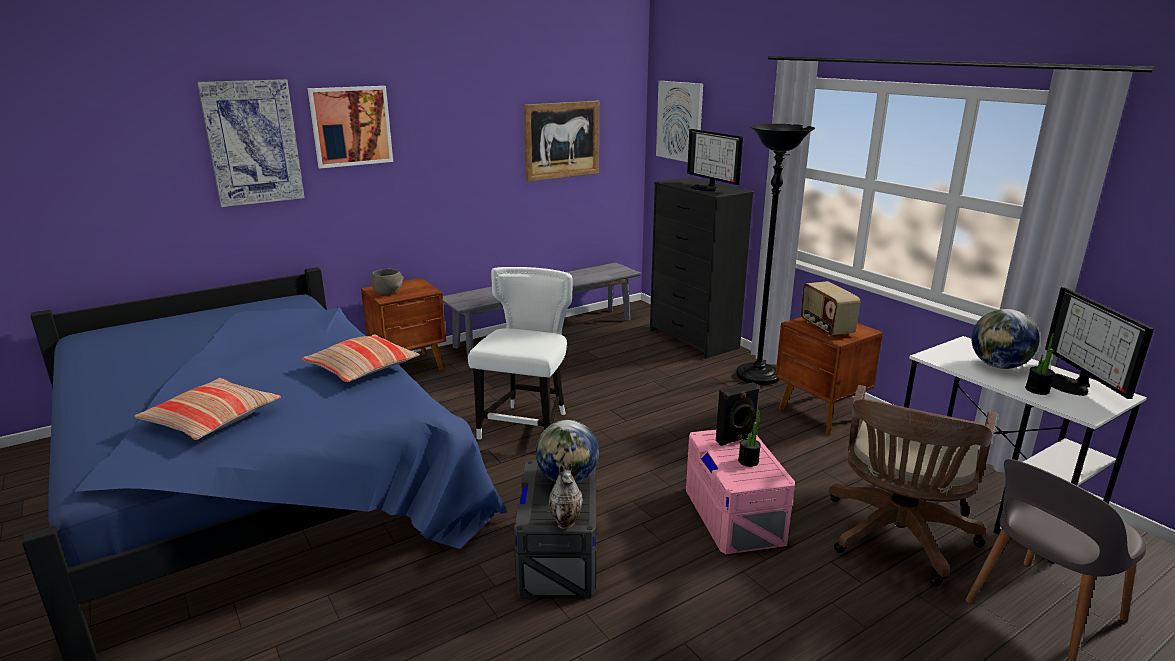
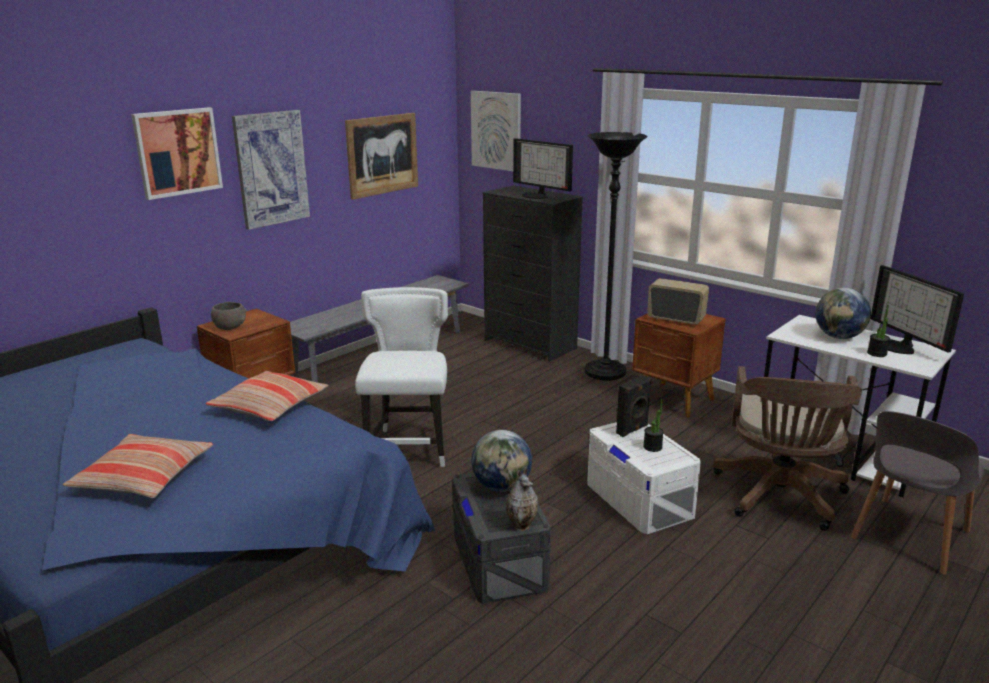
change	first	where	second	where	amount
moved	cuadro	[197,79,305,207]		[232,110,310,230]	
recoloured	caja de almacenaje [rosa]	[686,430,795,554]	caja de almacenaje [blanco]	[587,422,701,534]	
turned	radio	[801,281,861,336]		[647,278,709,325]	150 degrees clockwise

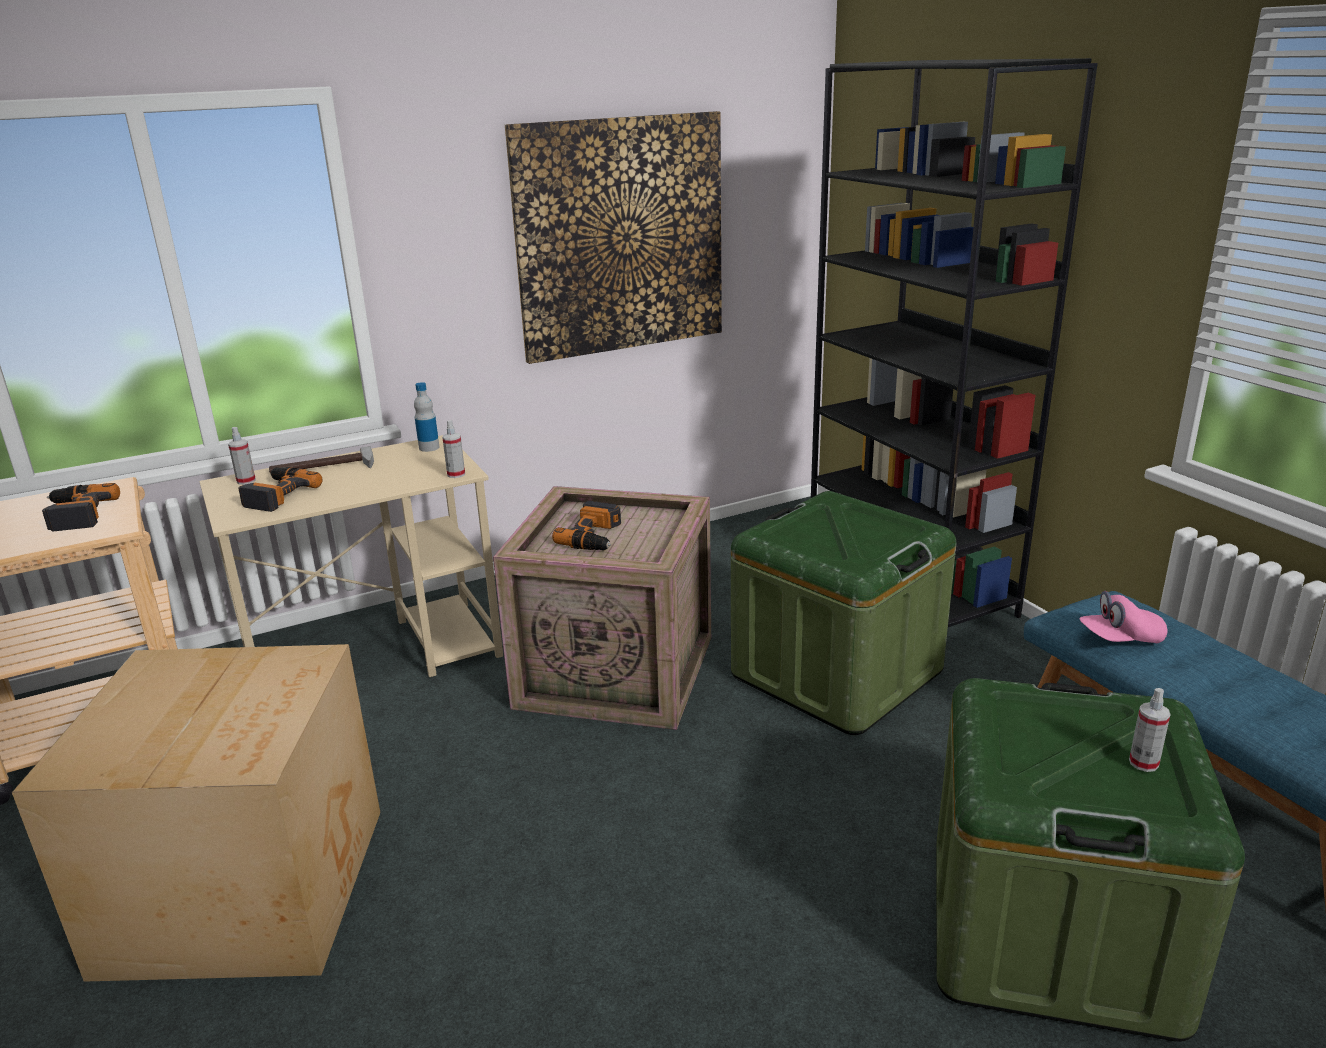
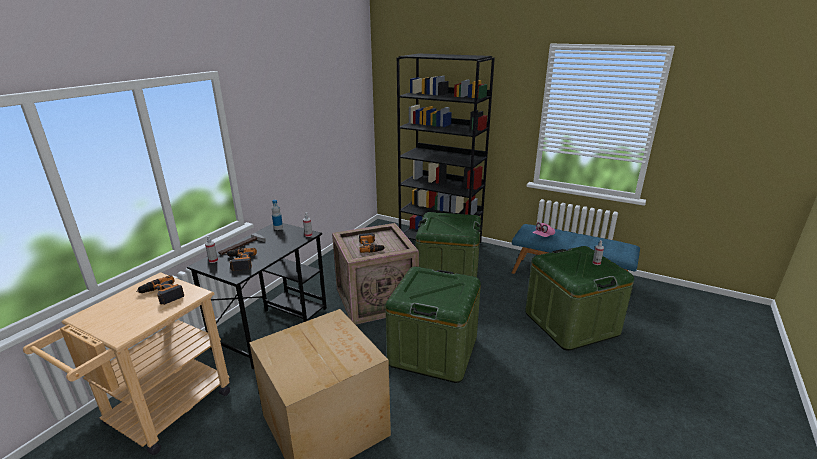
change	first	where	second	where	amount
recoloured	escritorio [beis]	[199,435,503,677]	escritorio [negro]	[187,223,327,369]	
added			caja de almacenaje [verde]	[385,266,481,383]	
removed	cuadro	[505,111,722,364]			

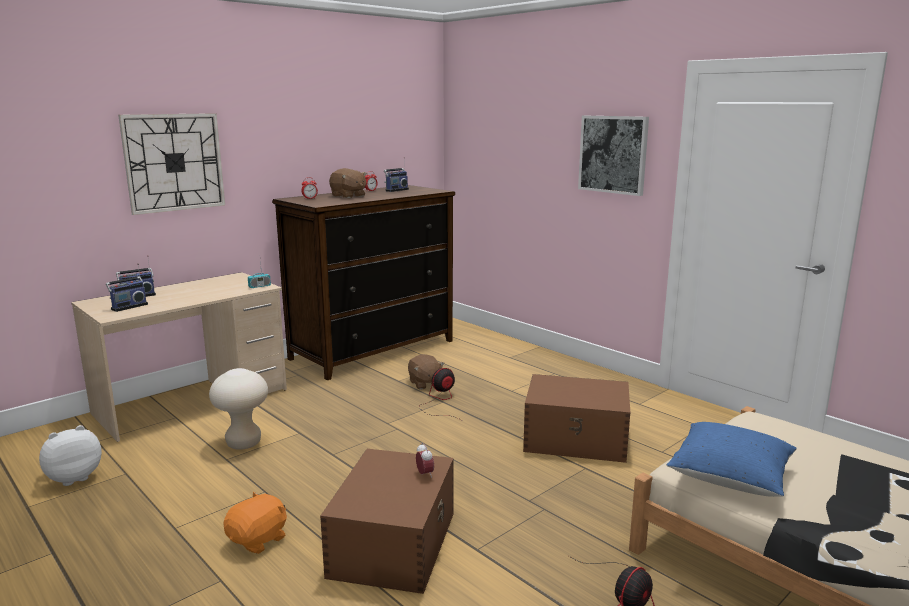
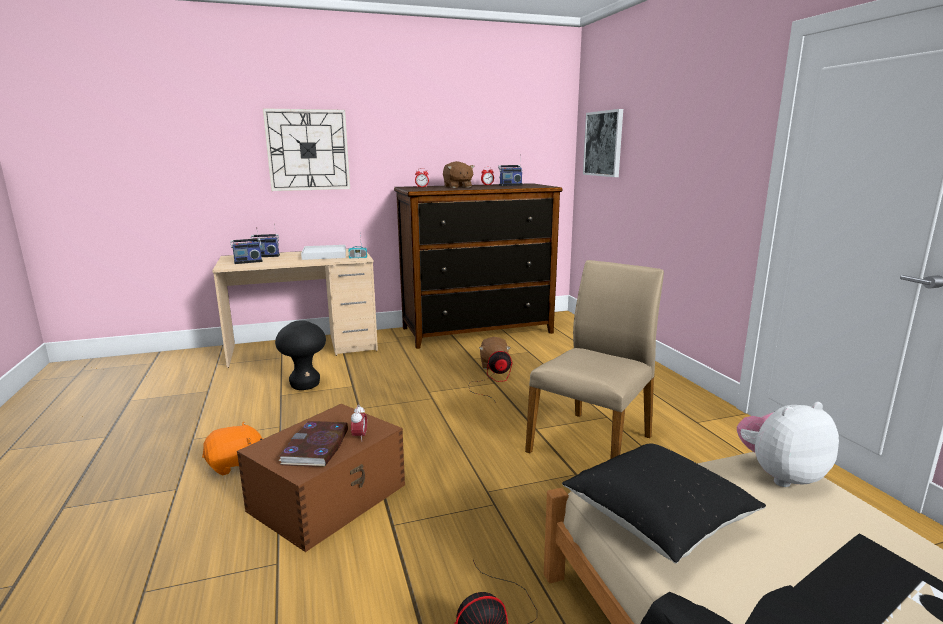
change	first	where	second	where	amount
recoloured	taburete [beis]	[209,368,268,450]	taburete [negro]	[275,320,326,390]	
added			libro	[279,421,348,467]	
added			bandeja [blanco]	[301,245,346,260]	
replaced	caja de almacenaje [marrón]	[523,374,630,463]	silla [beis]	[525,260,664,459]	
recoloured	cojín [azul]	[667,422,797,497]	cojín [negro]	[562,444,766,563]	
moved	cuadro	[578,116,649,196]		[583,109,623,177]	
moved	peluche	[39,425,102,486]		[737,402,839,487]	

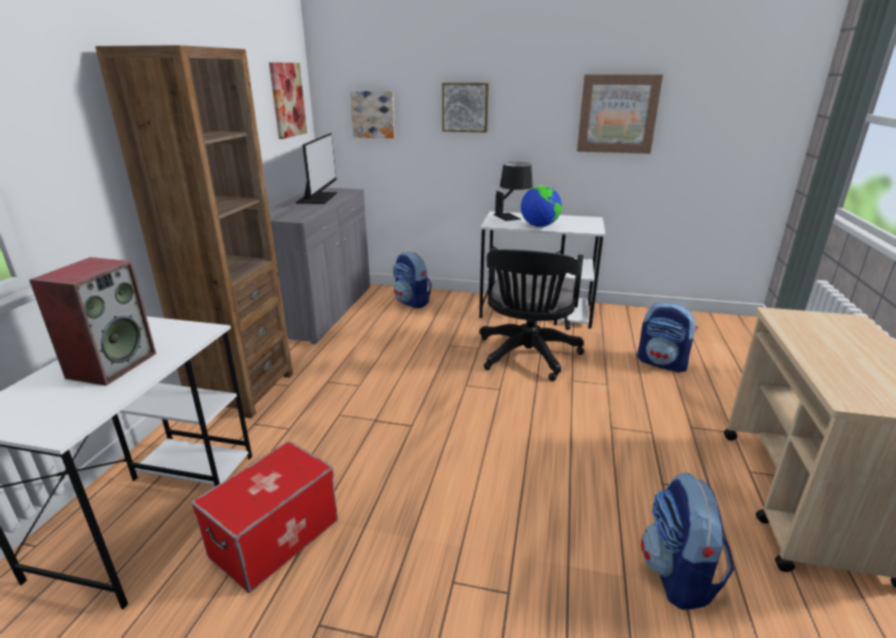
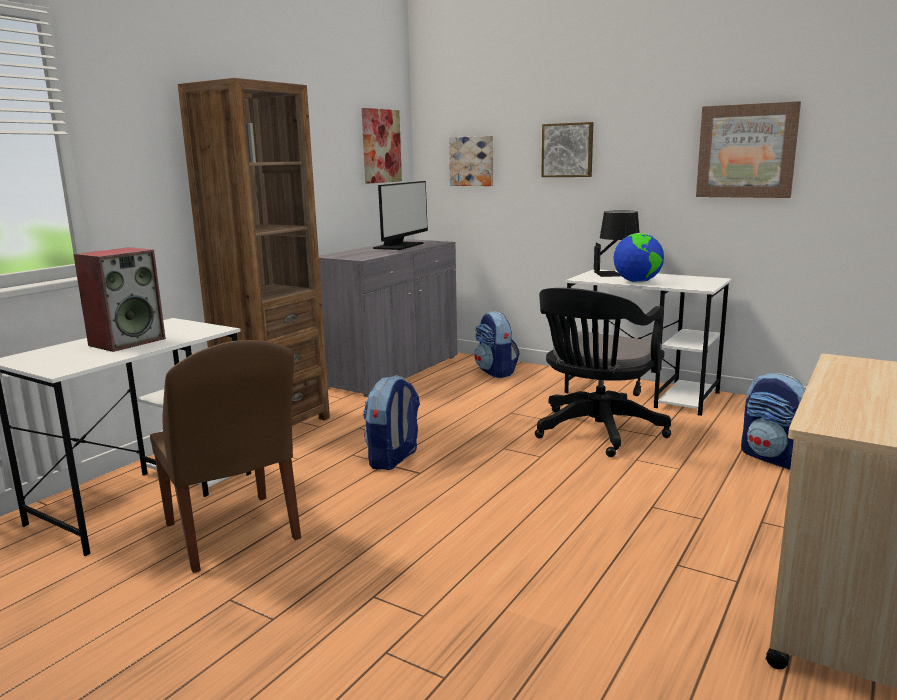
change	first	where	second	where	amount
replaced	caja de almacenaje	[191,441,338,593]	silla [marrón]	[150,340,301,573]	
moved	mochila	[641,473,734,610]		[363,375,420,470]	

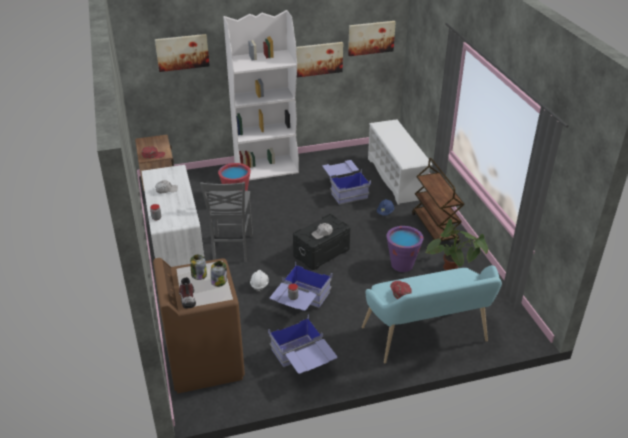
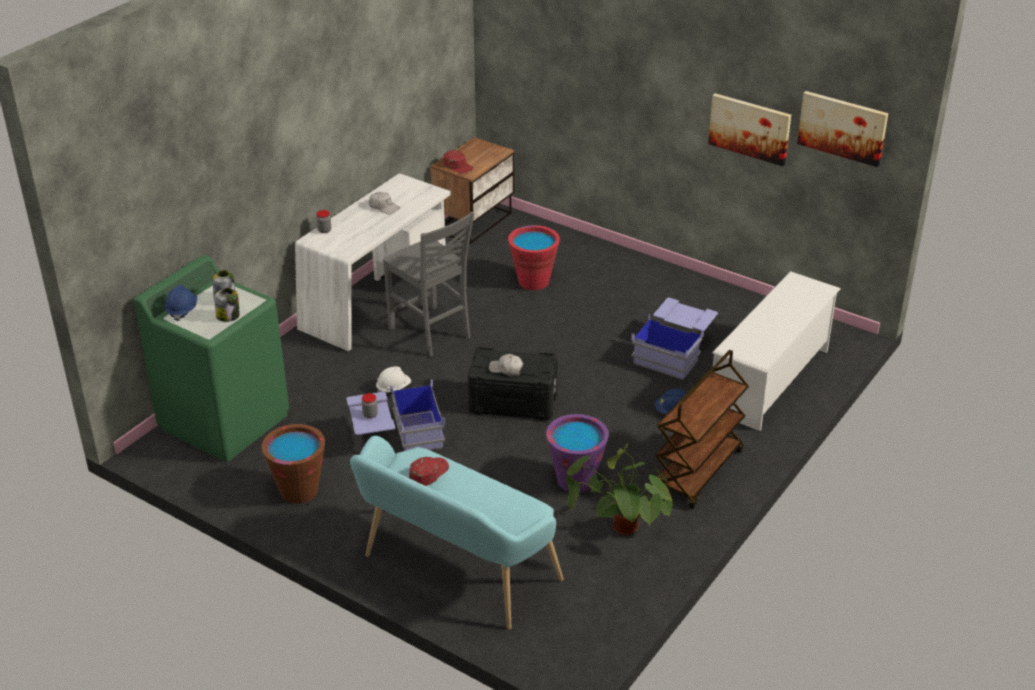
change	first	where	second	where	amount
recoloured	lavadora [marrón]	[153,258,245,394]	lavadora [verde]	[134,255,289,462]	
replaced	bota	[179,277,196,309]	casco [azul]	[165,285,197,321]	
replaced	caja de almacenaje [azul]	[268,314,337,374]	cubo [marrón]	[262,424,325,504]	
turned	silla [gris]	[200,182,253,262]		[383,212,474,357]	90 degrees counterclockwise
removed	cuadro	[155,34,210,72]			
removed	estantería [blanco]	[223,10,299,181]			

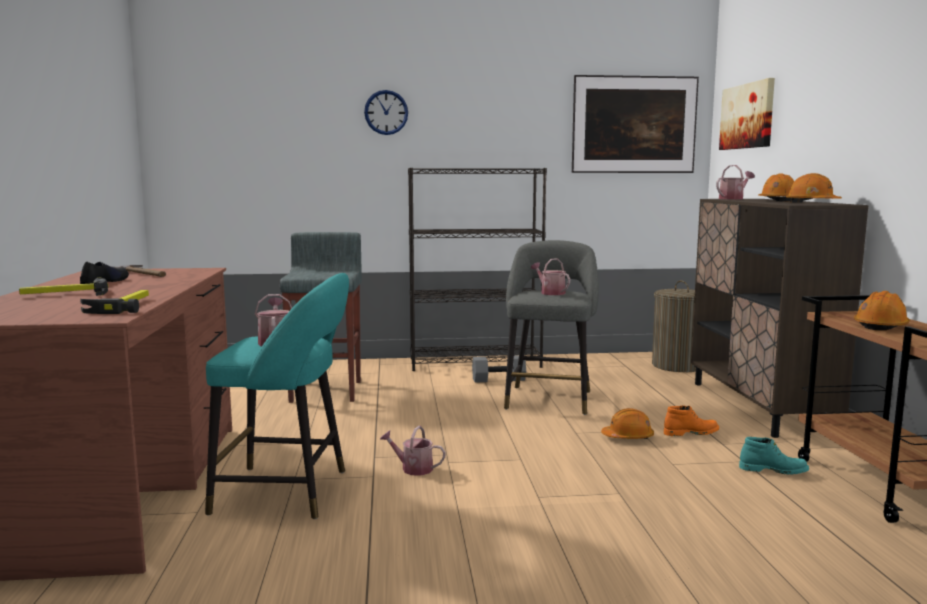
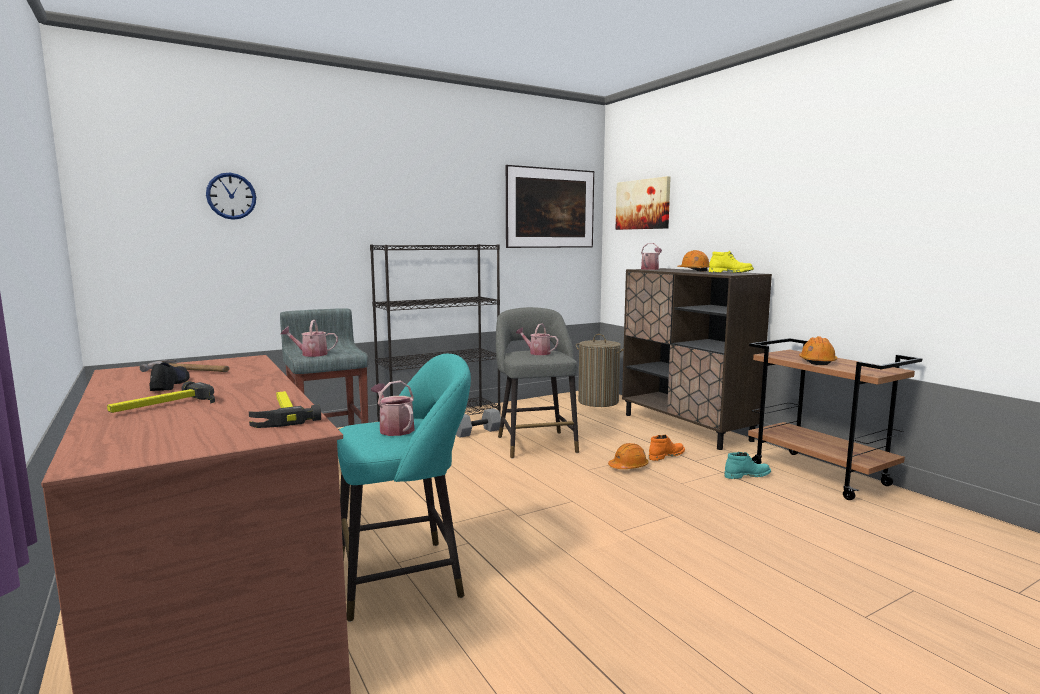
change	first	where	second	where	amount
moved	reloj de pared	[364,90,408,135]		[206,172,256,220]	
moved	regadera	[380,426,446,475]		[281,320,338,357]	
replaced	casco [naranja]	[786,173,842,203]	bota [amarillo]	[709,251,754,273]	

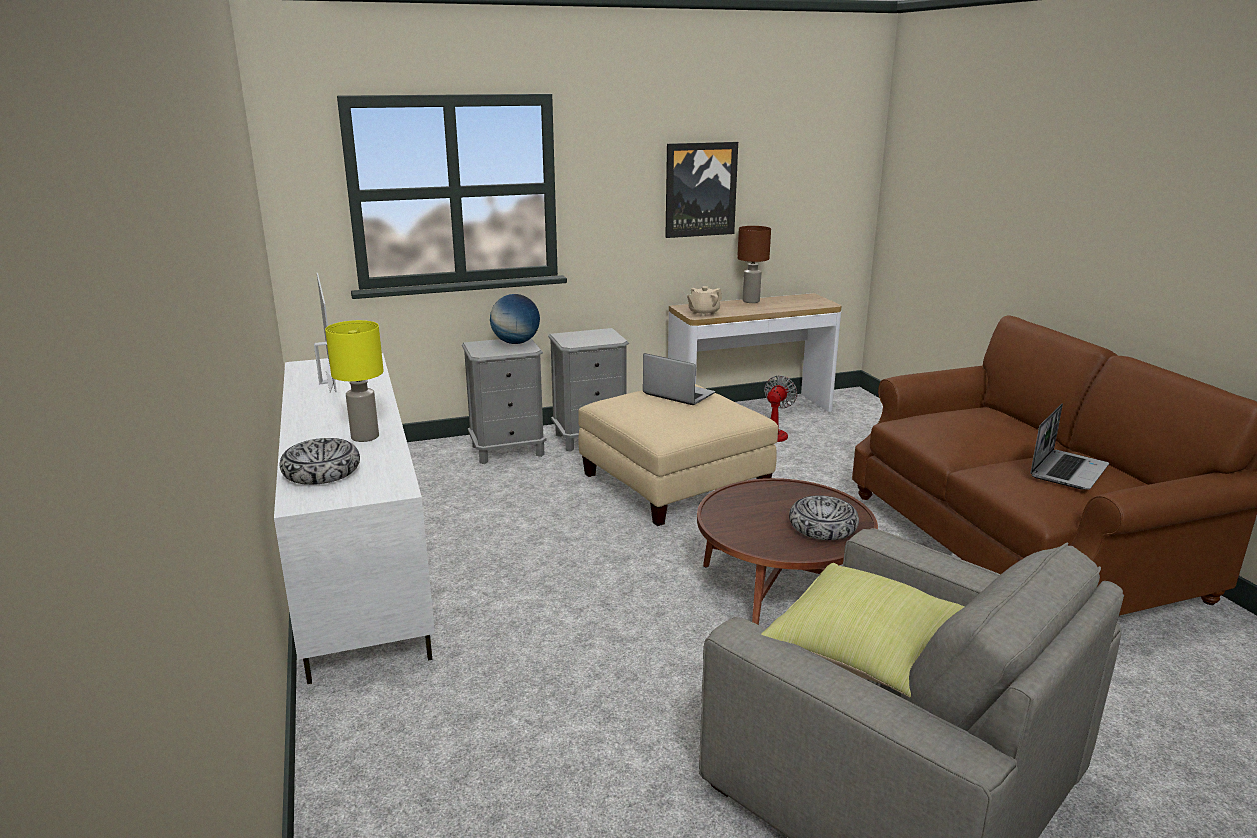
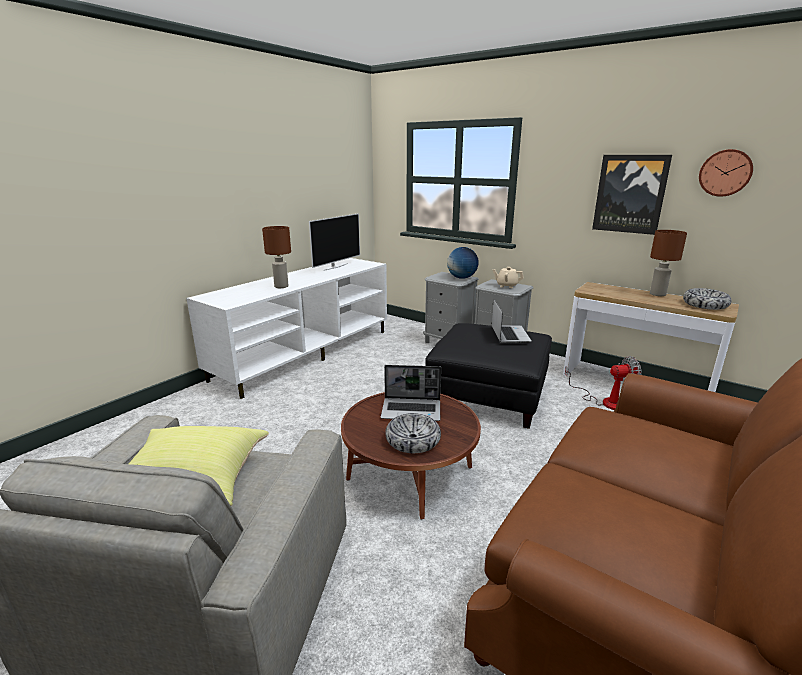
change	first	where	second	where	amount
recoloured	lámpara de mesa [amarillo]	[325,320,384,442]	lámpara de mesa [marrón]	[262,226,291,288]	
moved	portátil	[1030,404,1109,490]		[381,365,441,421]	
recoloured	puf [beis]	[578,384,779,526]	puf [negro]	[425,323,552,429]	
moved	tetera [beis]	[687,286,722,317]		[493,267,524,288]	
moved	cuenco	[280,438,360,485]		[683,288,731,310]	
added			reloj de pared	[699,149,753,197]	

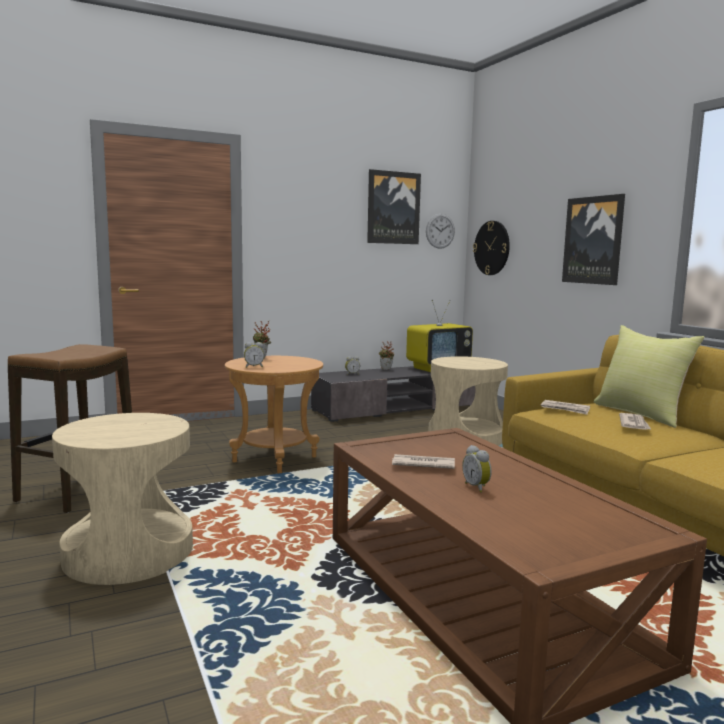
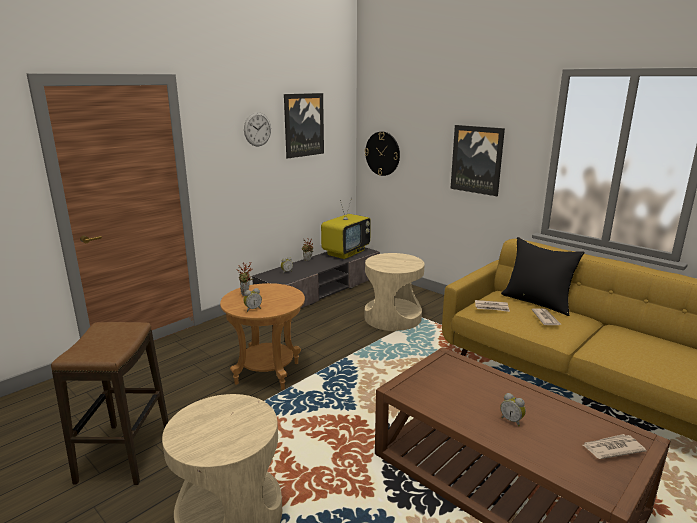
change	first	where	second	where	amount
moved	reloj de pared	[426,214,455,249]		[244,112,271,146]	
recoloured	cojín [amarillo]	[594,325,705,428]	cojín [negro]	[501,237,585,316]	
moved	periódico	[392,454,455,469]		[583,434,646,459]	

